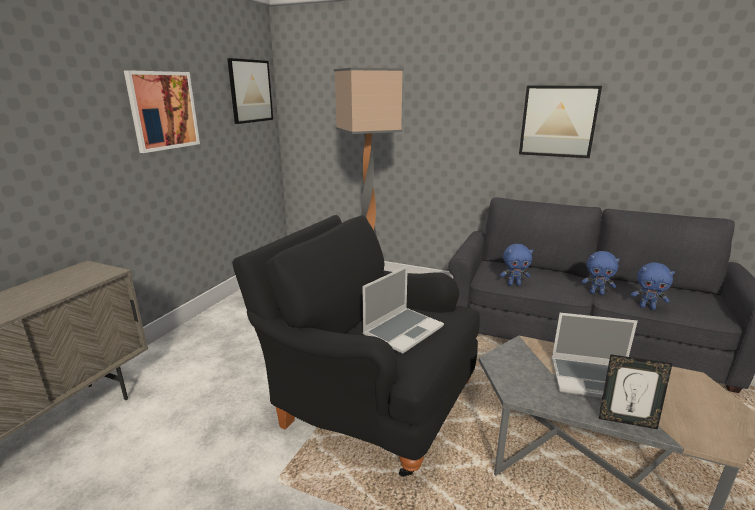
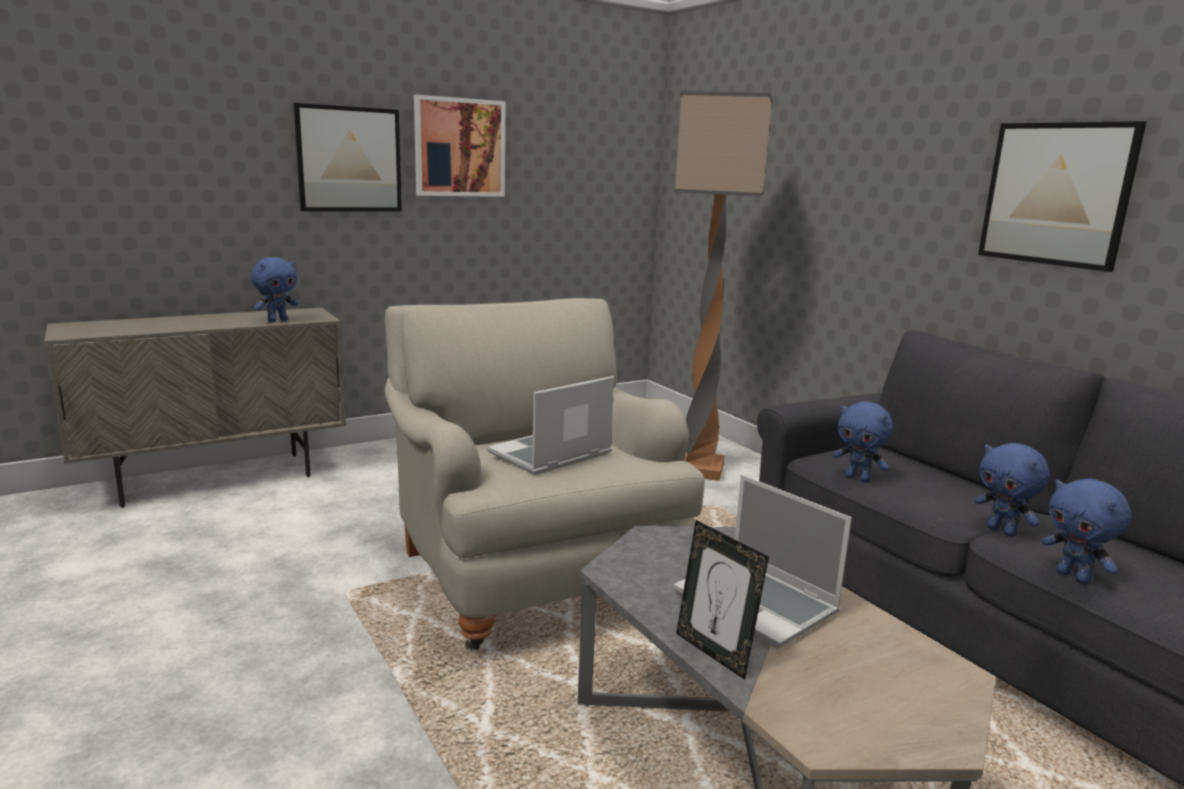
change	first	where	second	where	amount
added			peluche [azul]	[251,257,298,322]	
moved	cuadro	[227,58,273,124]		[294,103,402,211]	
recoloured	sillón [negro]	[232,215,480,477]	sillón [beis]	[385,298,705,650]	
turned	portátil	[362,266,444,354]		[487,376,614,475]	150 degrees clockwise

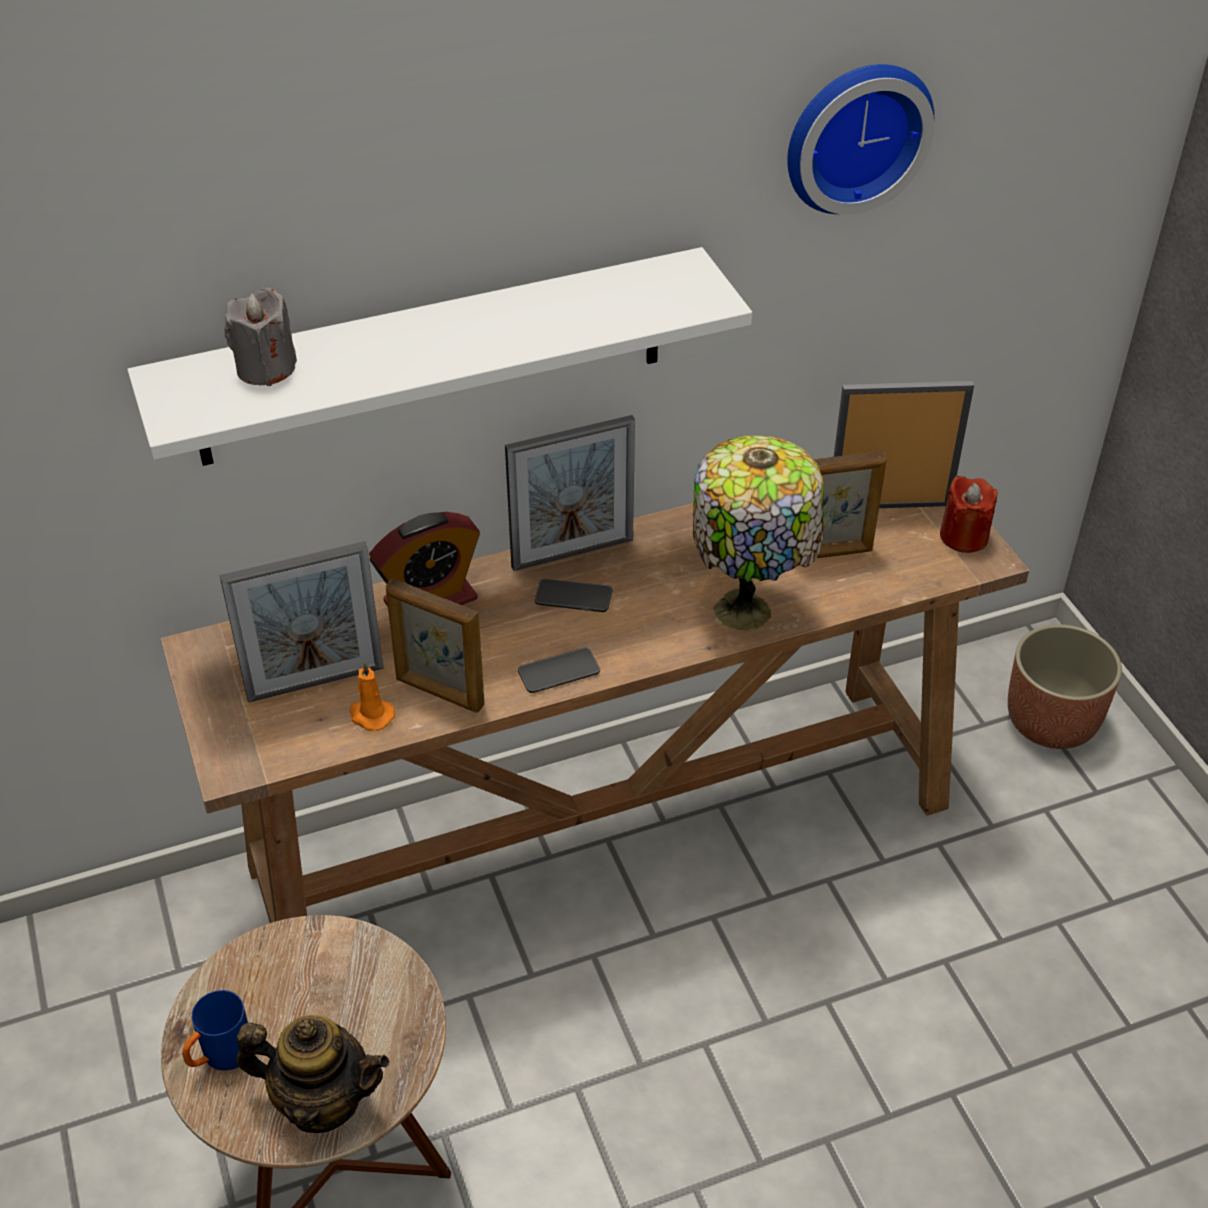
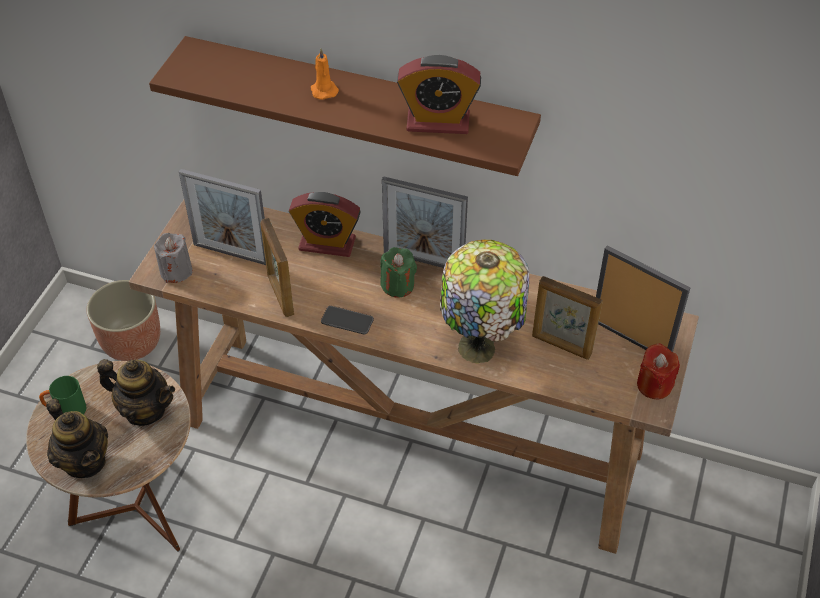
change	first	where	second	where	amount
recoloured	taza grande [azul]	[182,990,248,1071]	taza grande [verde]	[39,376,87,414]	
moved	maceta	[1008,624,1122,749]		[87,280,160,361]	
added			tetera	[97,359,175,426]	
recoloured	estante [blanco]	[127,247,752,466]	estante [marrón]	[149,36,541,176]	
moved	vela [gris]	[224,288,297,386]		[154,233,193,283]	
moved	vela [naranja]	[350,661,395,731]		[311,48,339,100]	
replaced	móvil	[535,579,612,612]	vela [verde]	[380,247,417,298]	
added			despertador	[397,55,481,134]	
removed	reloj de pared	[787,64,934,215]			

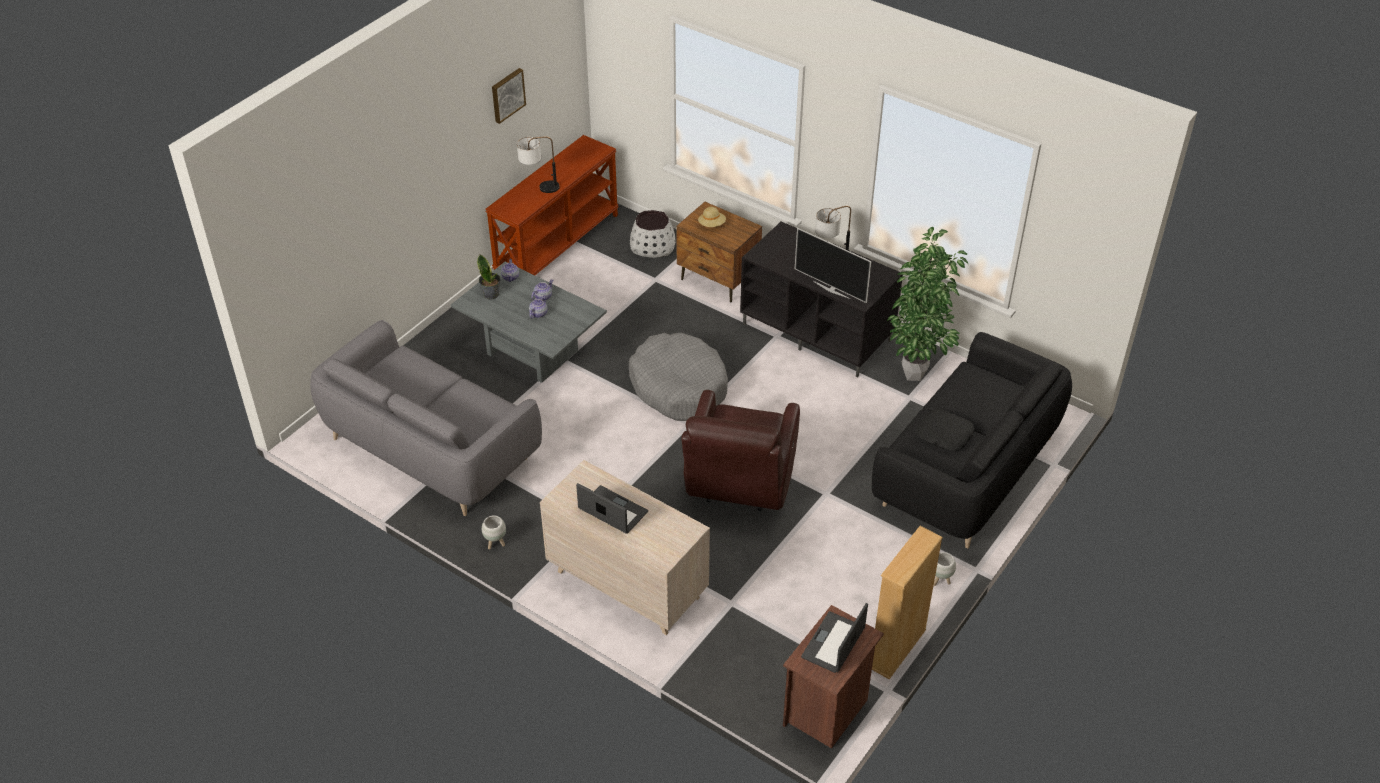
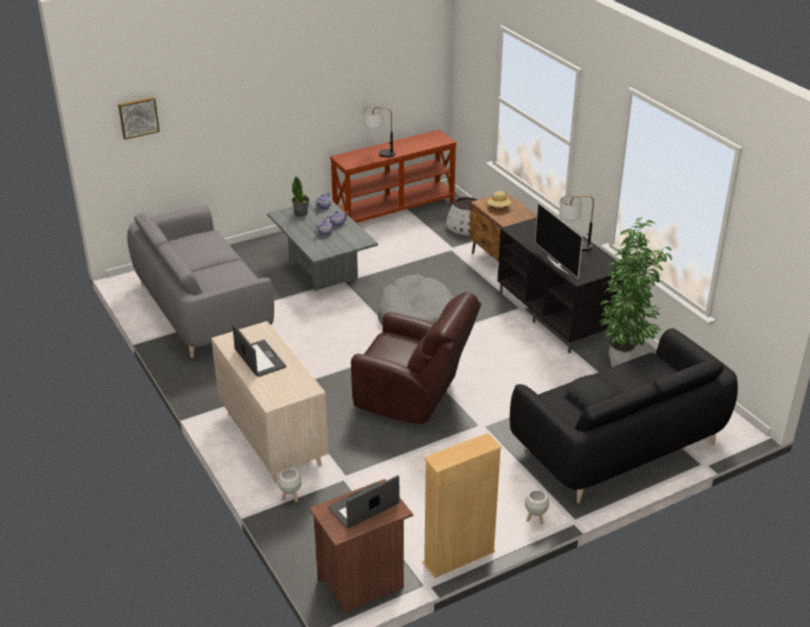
change	first	where	second	where	amount
moved	cuadro	[492,68,526,124]		[118,97,160,139]	
moved	maceta [blanco]	[482,515,506,549]		[278,468,301,502]	
turned	sillón [marrón]	[681,390,800,511]		[351,292,481,424]	105 degrees counterclockwise

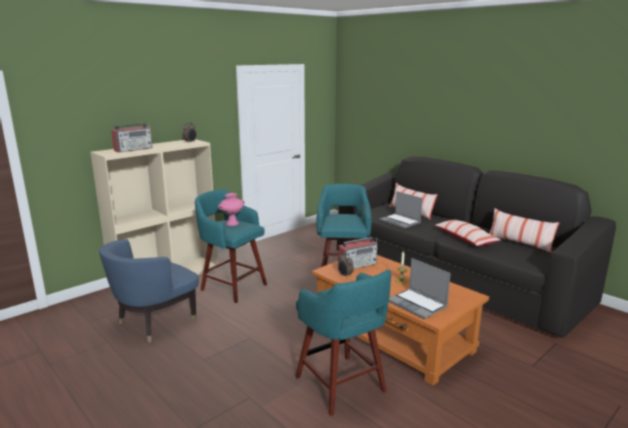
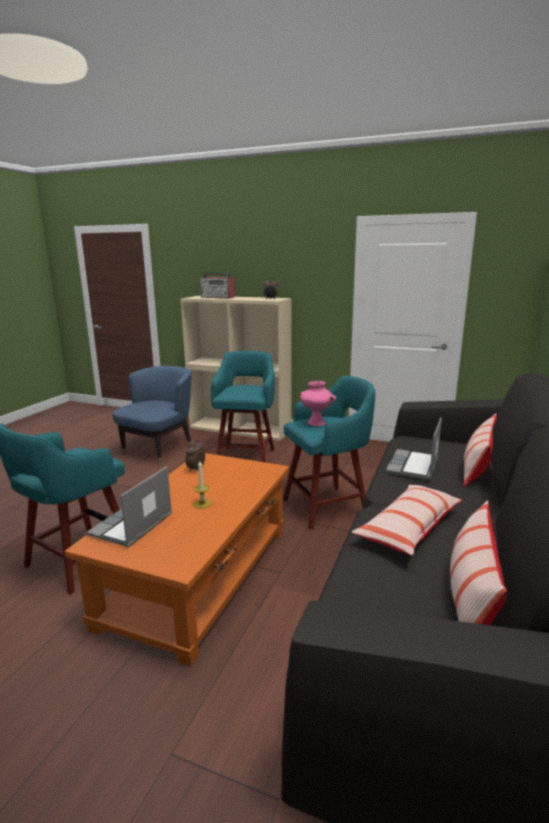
change	first	where	second	where	amount
turned	sillón [azul]	[99,239,199,343]		[112,366,192,463]	105 degrees clockwise
moved	florero [rosa]	[218,193,245,226]		[299,381,336,426]	
removed	radio	[338,237,377,269]			

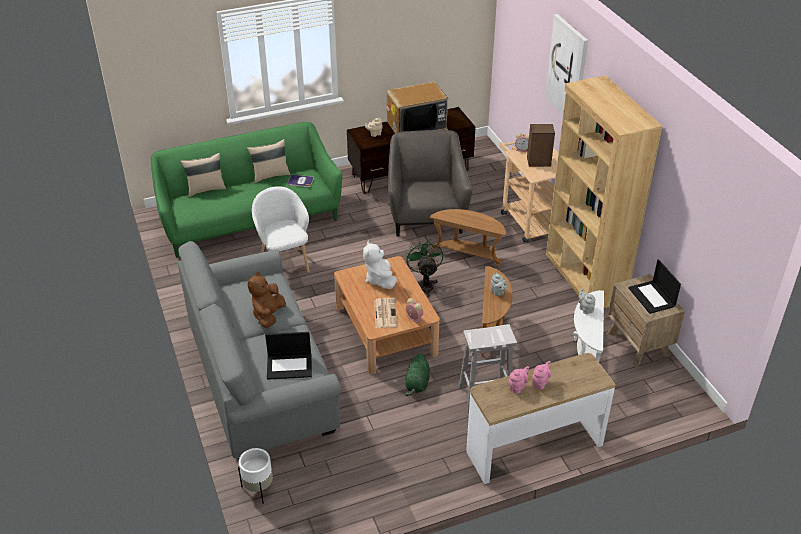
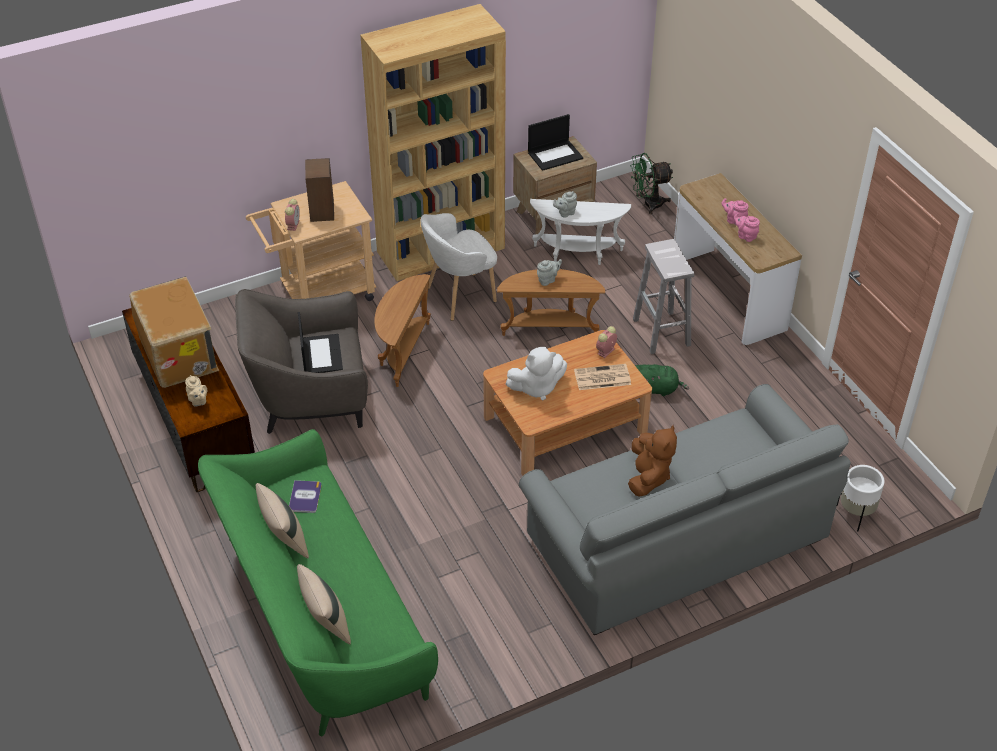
change	first	where	second	where	amount
moved	portátil	[265,332,312,380]		[298,312,343,373]	
moved	sillón [blanco]	[252,186,310,273]		[421,213,497,321]	
turned	peluche [marrón]	[248,272,286,328]		[628,425,677,497]	90 degrees counterclockwise
moved	ventilador [verde]	[406,239,443,297]		[630,153,673,214]	
removed	cuadro	[545,14,588,114]			

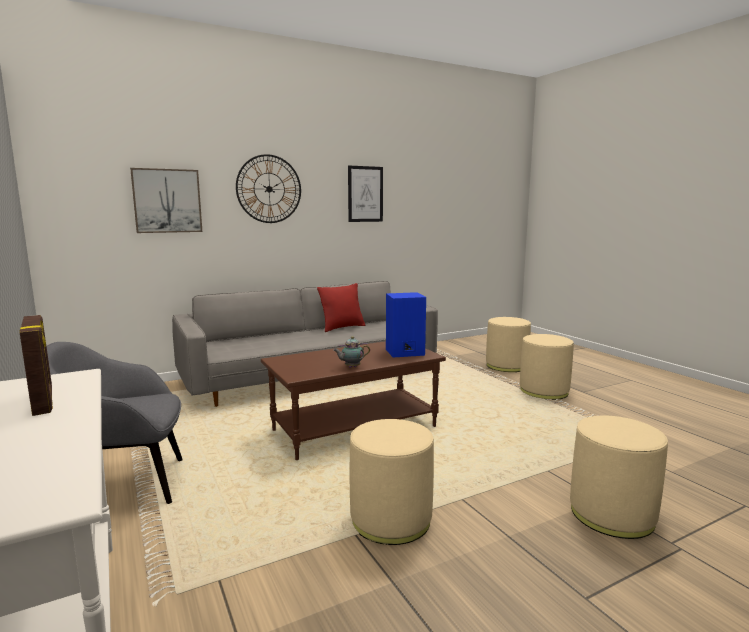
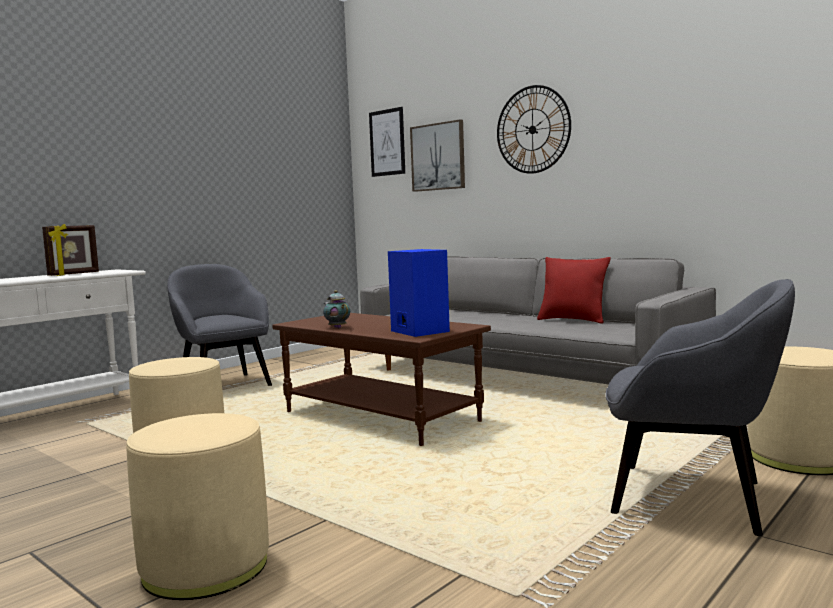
change	first	where	second	where	amount
moved	cuadro	[348,166,383,222]		[369,107,405,177]	
replaced	puf [beis]	[520,334,574,400]	sillón [gris]	[605,279,795,536]	

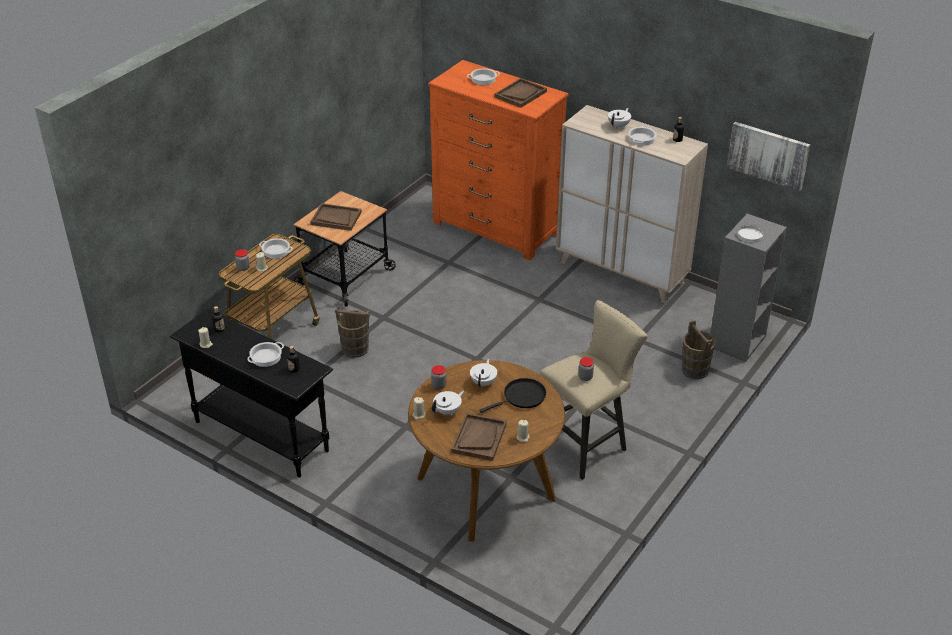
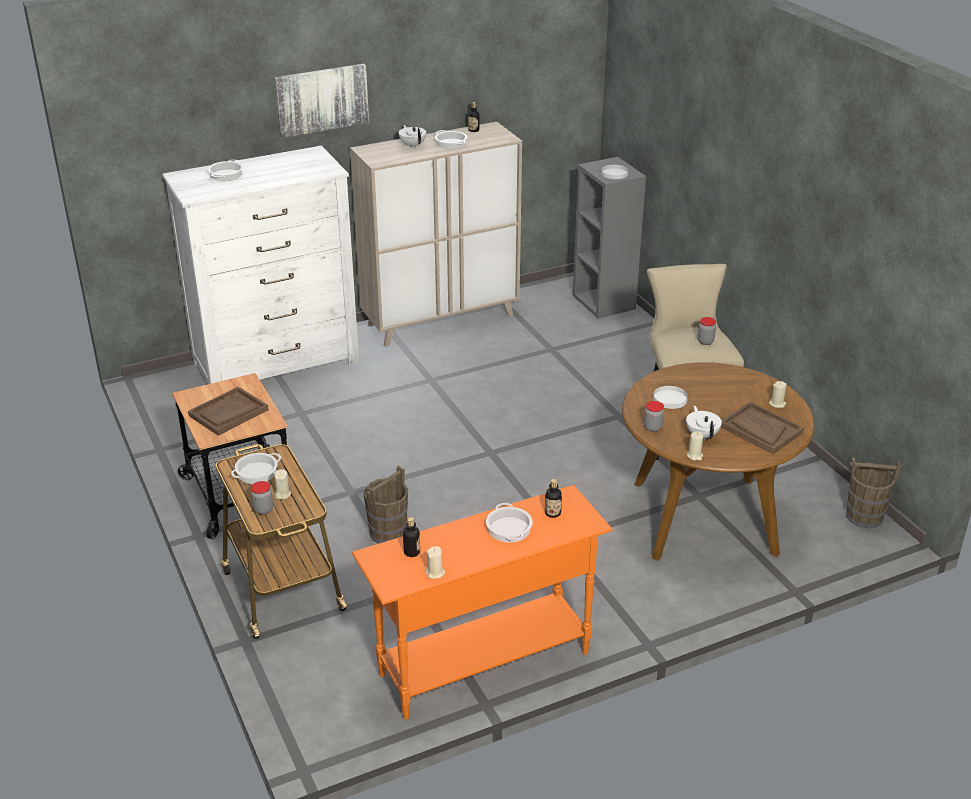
change	first	where	second	where	amount
recoloured	cómoda [naranja]	[428,60,568,260]	cómoda [blanco]	[162,146,359,384]	
moved	cuadro	[727,122,810,191]		[274,64,369,138]	
recoloured	mesa consola [negro]	[170,309,333,477]	mesa consola [naranja]	[352,485,613,720]	
replaced	tetera [blanco]	[470,359,497,387]	plato [blanco]	[653,386,688,409]	
moved	cubo [marrón]	[681,321,716,379]		[846,458,901,528]	
removed	sartén [negro]	[479,378,546,413]			
removed	bandeja [marrón]	[495,78,547,108]			

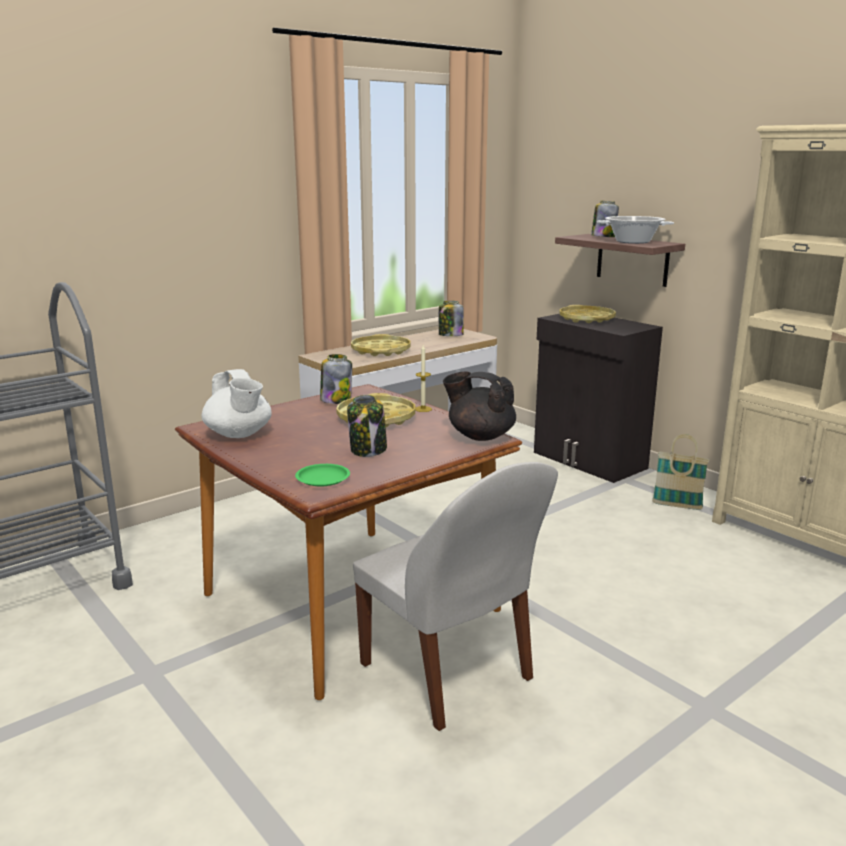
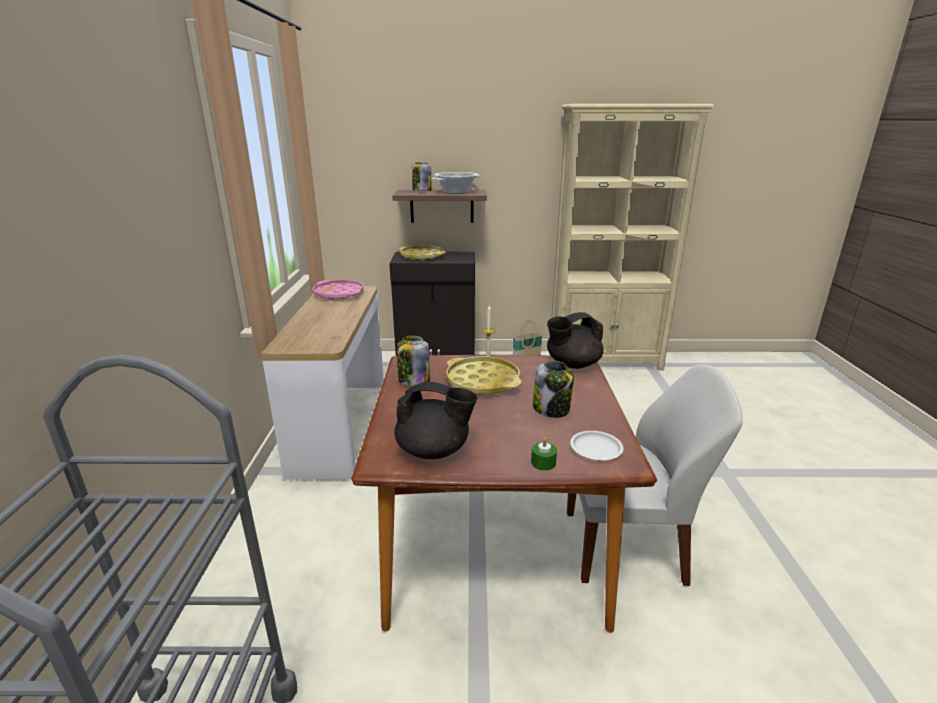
change	first	where	second	where	amount
replaced	tarro	[439,301,464,336]	bandeja [rosa]	[313,280,364,300]	
recoloured	tetera [blanco]	[202,369,272,438]	tetera [negro]	[394,382,477,459]	
added			vela [verde]	[531,438,557,471]	
recoloured	plato [verde]	[295,464,350,486]	plato [blanco]	[570,431,623,460]	
removed	bandeja [amarillo]	[351,334,411,356]			

